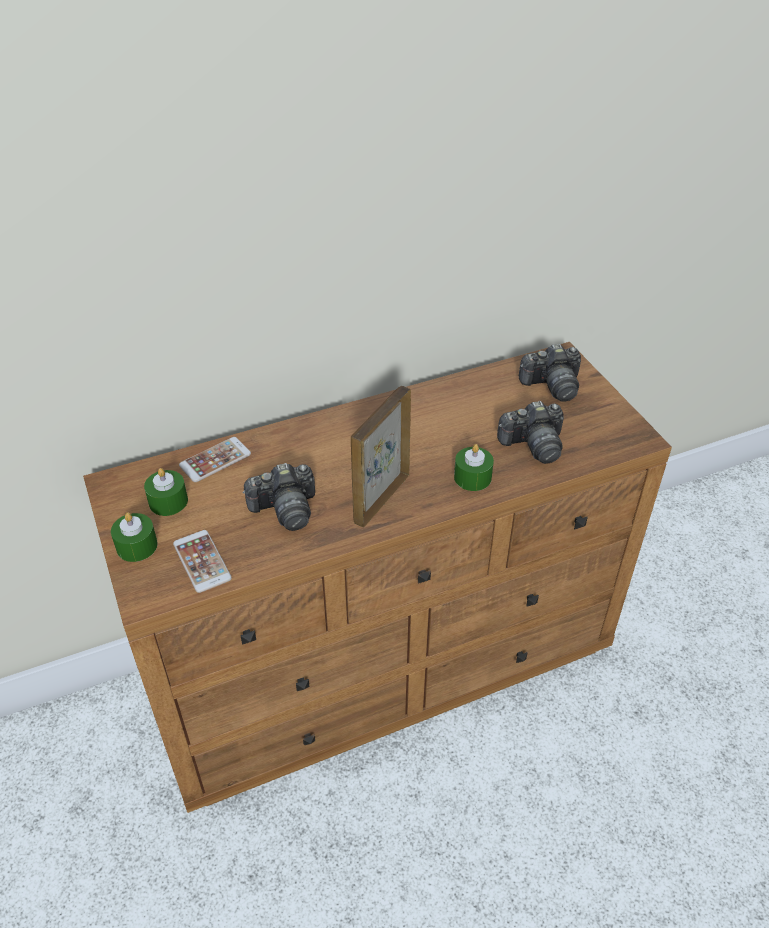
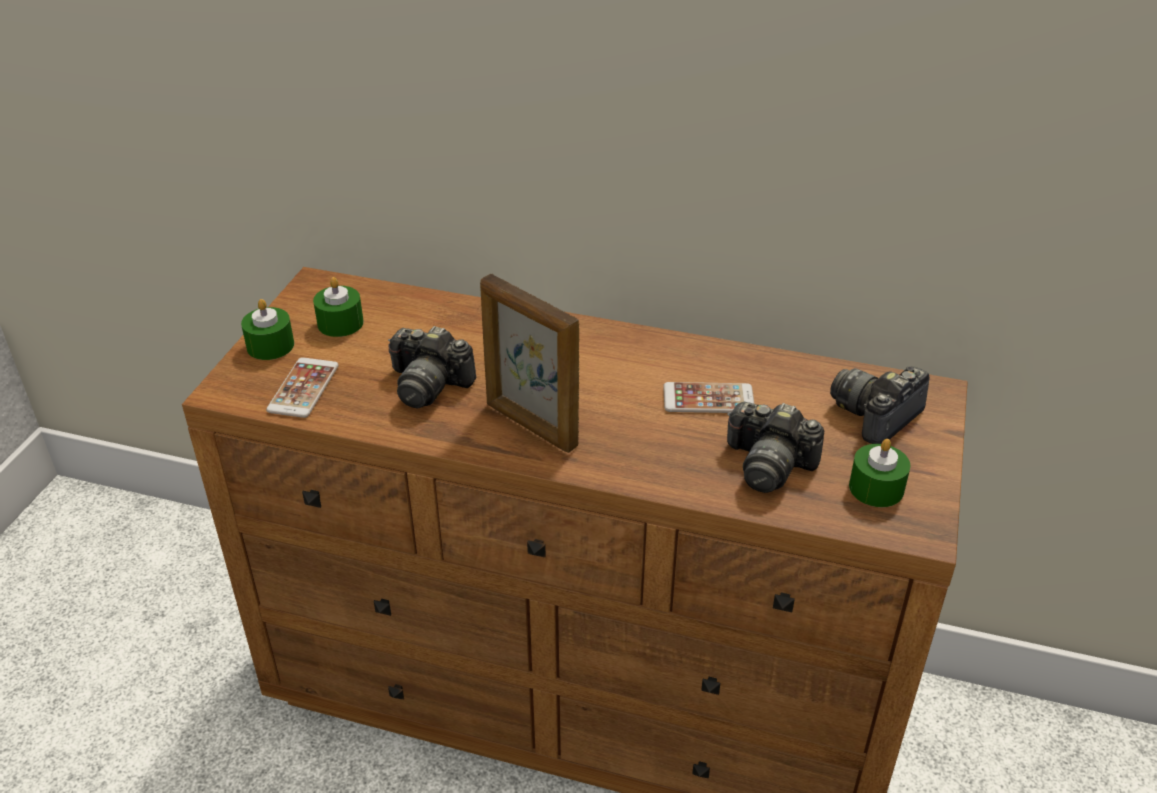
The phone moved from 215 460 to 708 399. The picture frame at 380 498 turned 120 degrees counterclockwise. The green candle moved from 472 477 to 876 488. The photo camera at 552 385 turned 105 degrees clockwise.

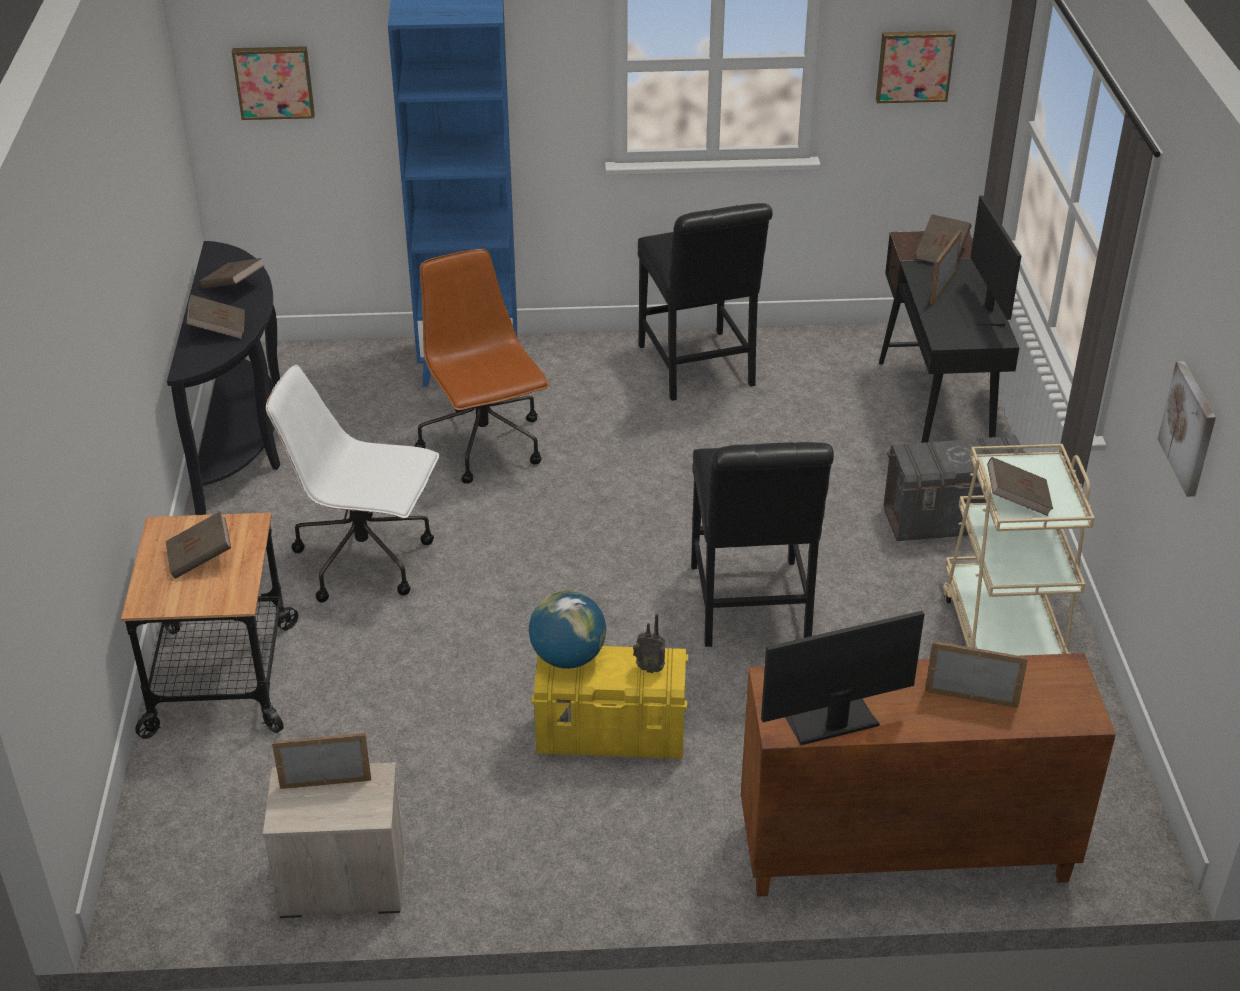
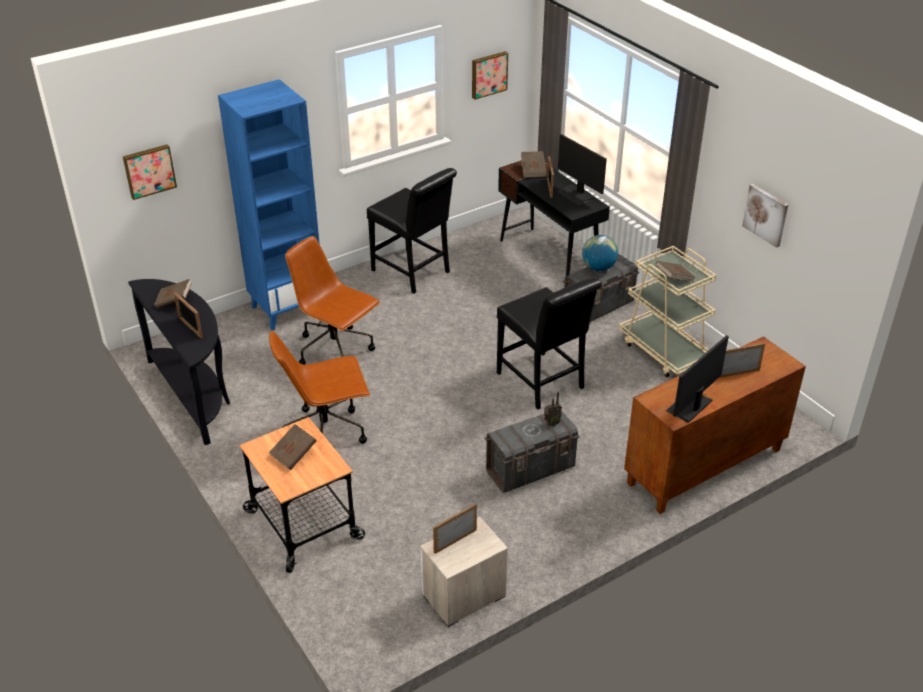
The brown book at 218 329 was replaced by the picture frame at 190 328. The white office chair at 366 560 became the brown office chair at 326 433. The globe moved from 568 657 to 598 267. The yellow storage box at 612 735 became the grey storage box at 531 469.

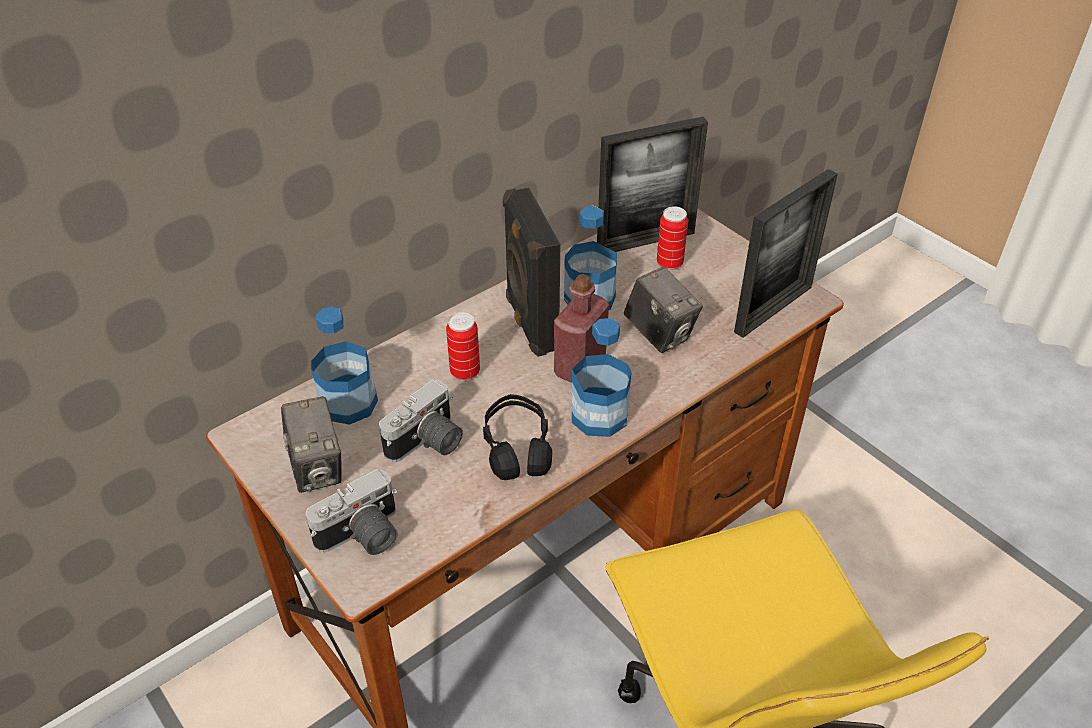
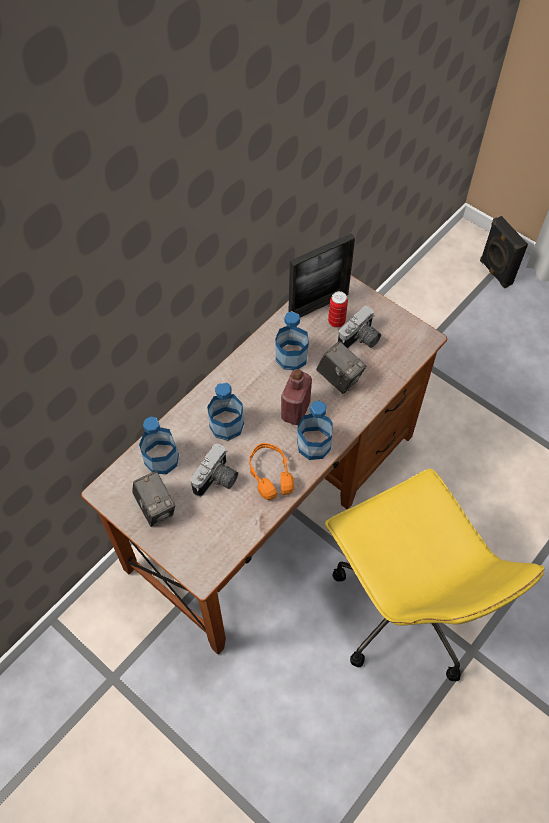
The photo camera moved from 362 537 to 360 340. The can at 465 372 was replaced by the bottle at 226 425. The black headphones at 517 448 became the orange headphones at 270 475. The black speaker moved from 529 324 to 494 272. The picture frame at 773 309 disappeared.

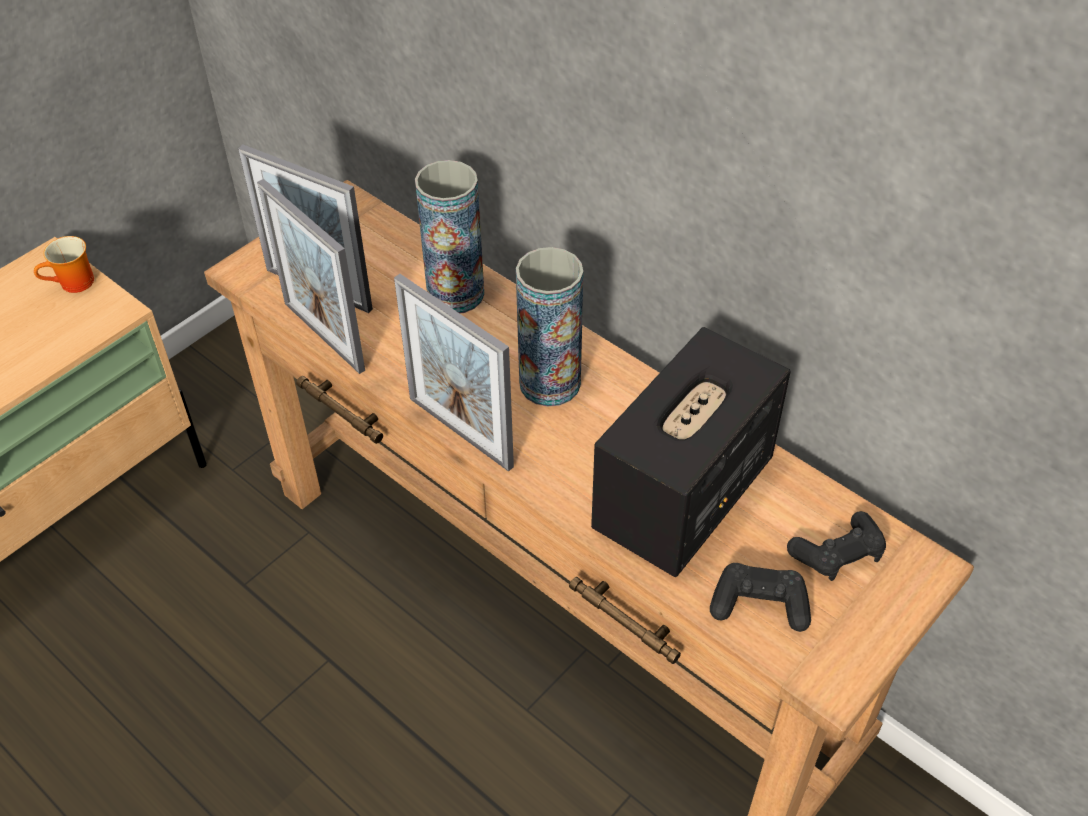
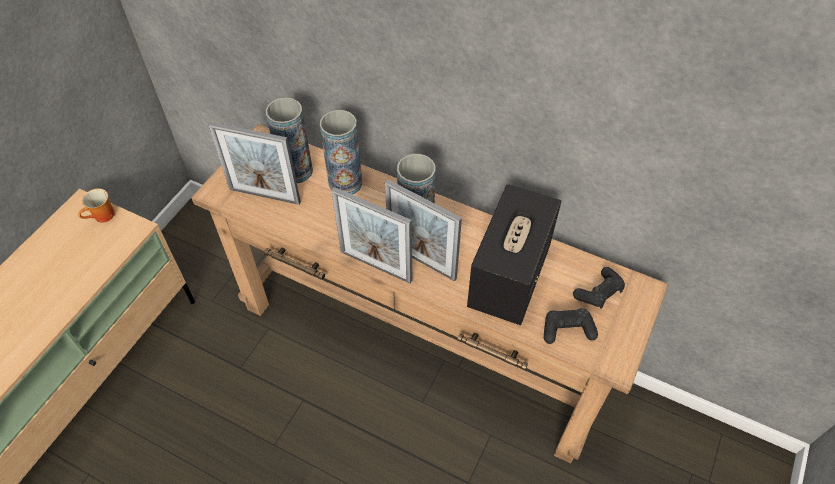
The picture frame moved from 324 336 to 421 261. The vase at 296 171 appeared.

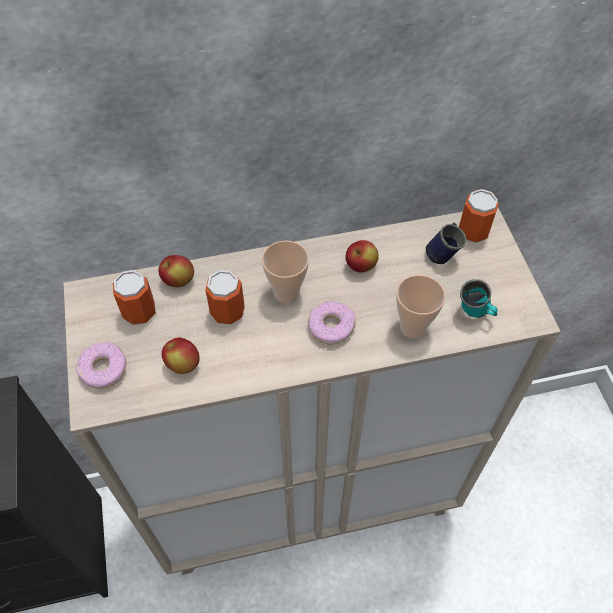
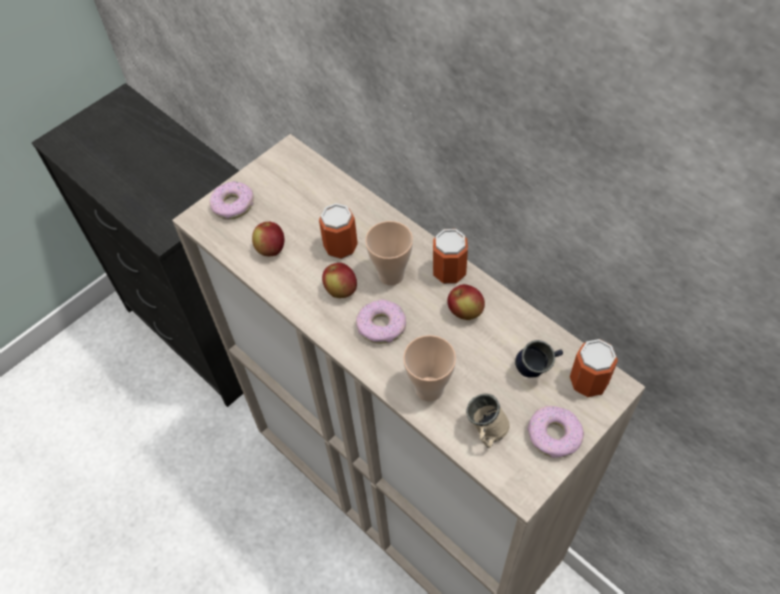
The can moved from 139 312 to 449 272. The apple moved from 179 281 to 341 290. The turquoise mug at 475 314 became the beige mug at 486 433. The donut at 554 436 appeared.

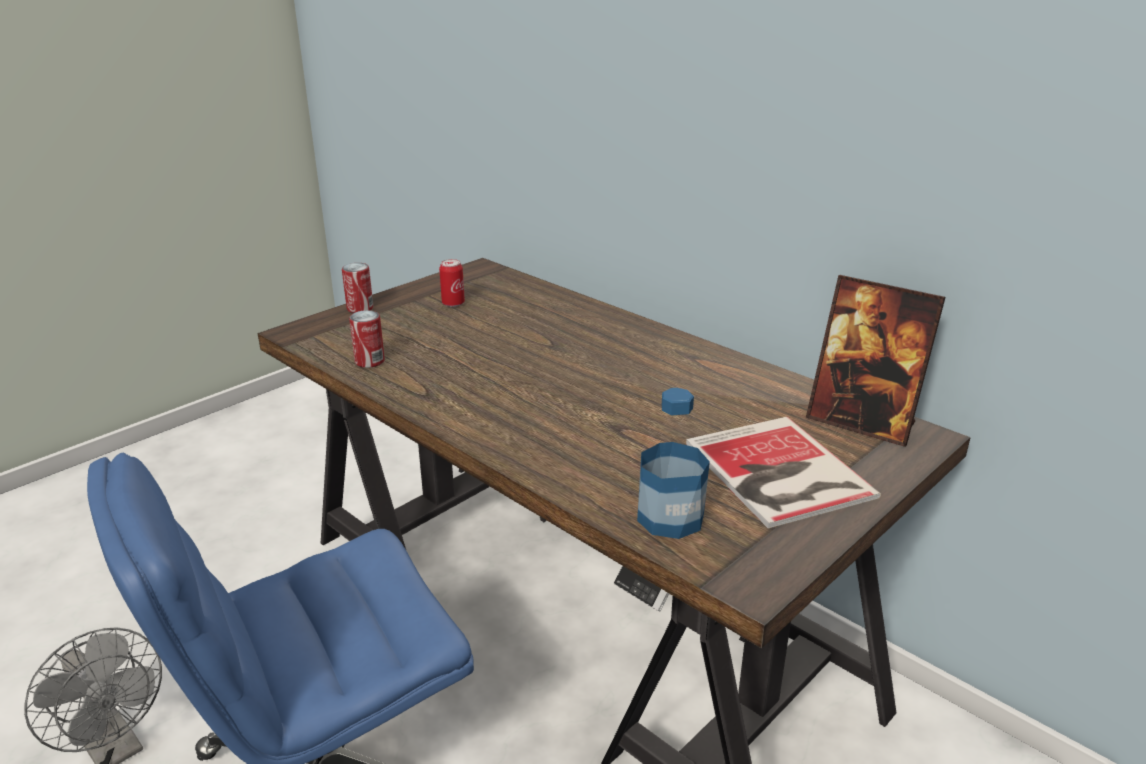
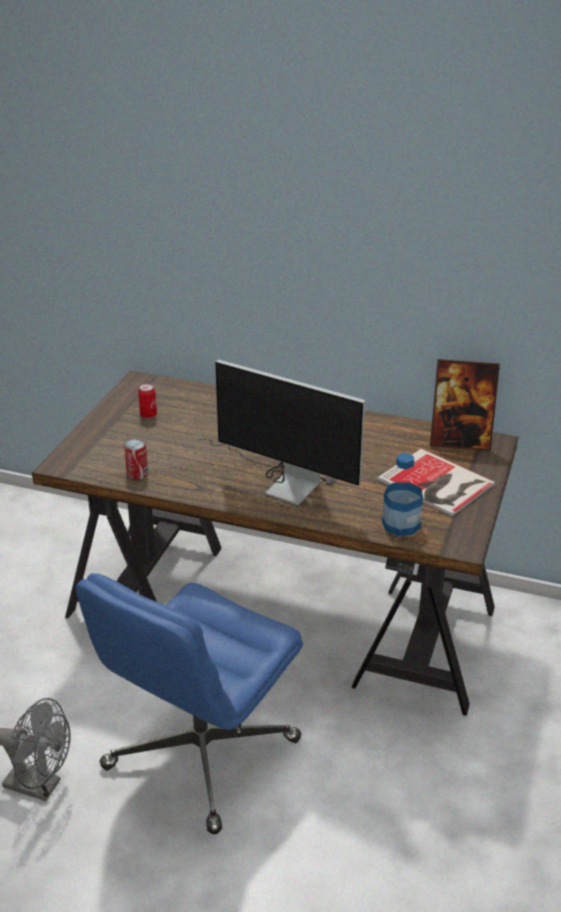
The can at 360 308 disappeared. The monitor at 281 481 appeared.

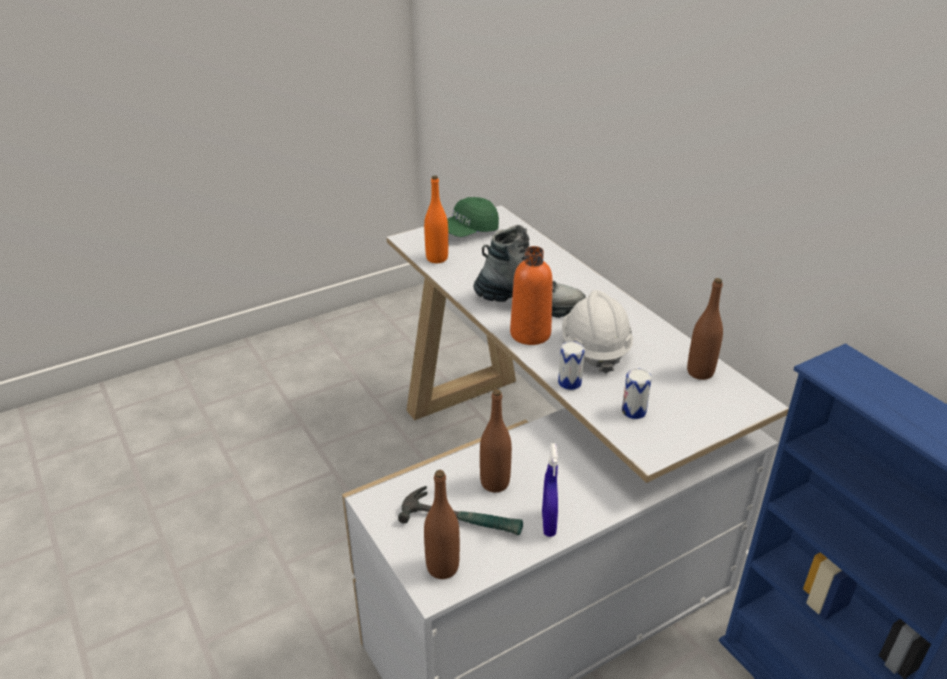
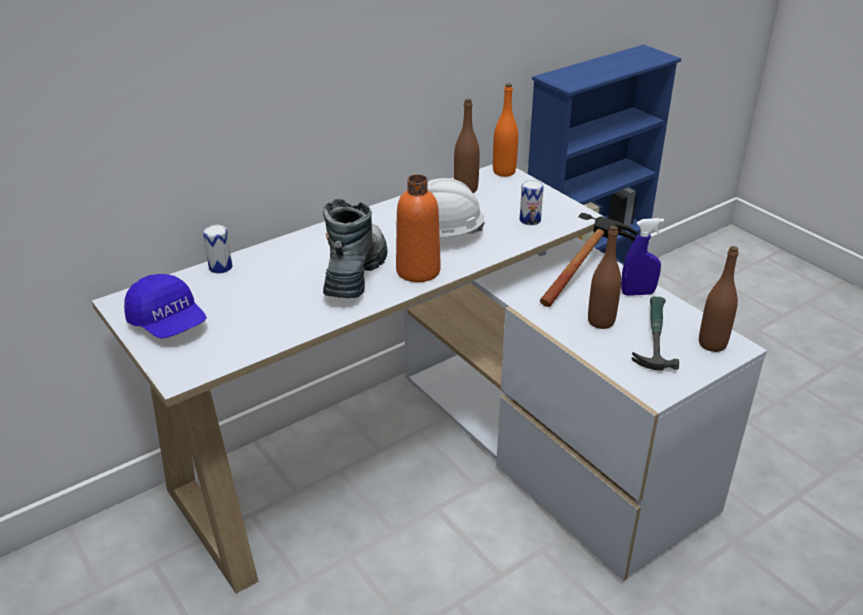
The orange bottle moved from 437 258 to 504 172. The green cap at 468 231 became the blue cap at 168 323. The can moved from 569 383 to 220 267. The hammer at 583 271 appeared.

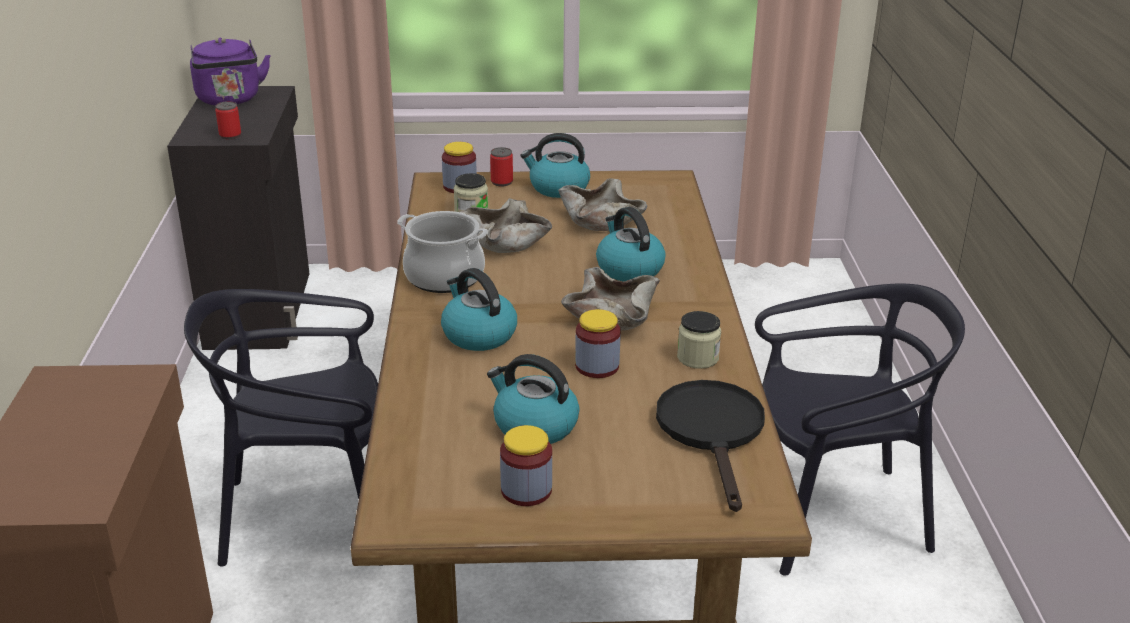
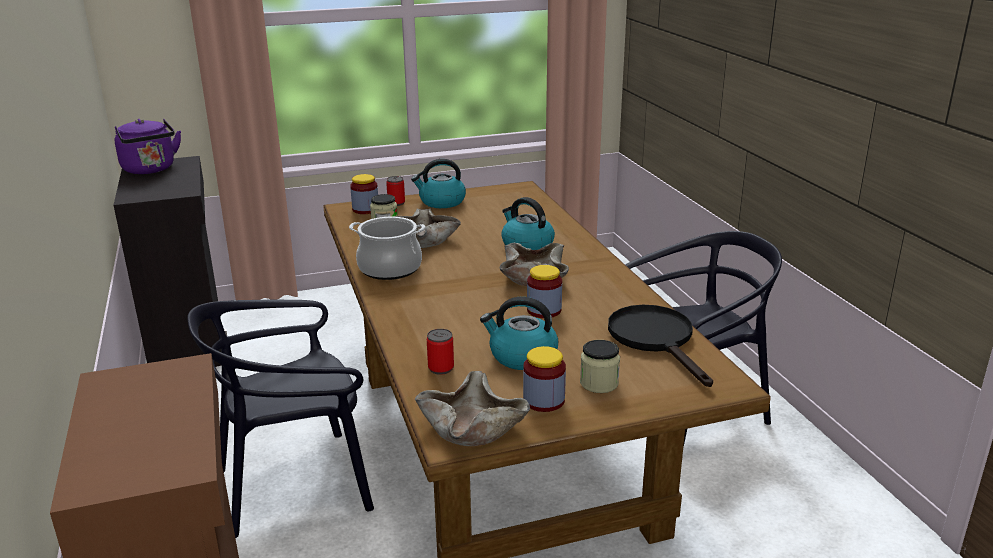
The can moved from 230 135 to 441 368. The kettle at 478 334 disappeared. The beige bowl moved from 601 220 to 473 427. The jar moved from 697 358 to 599 383.

